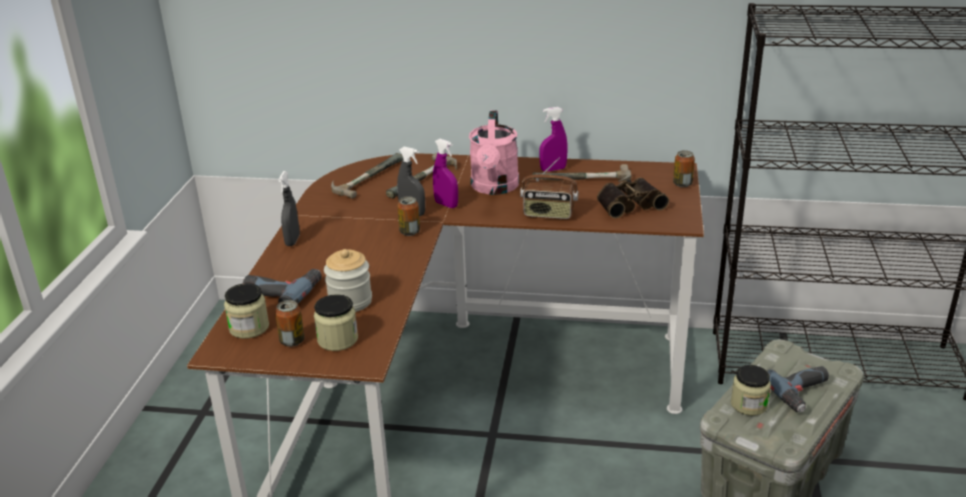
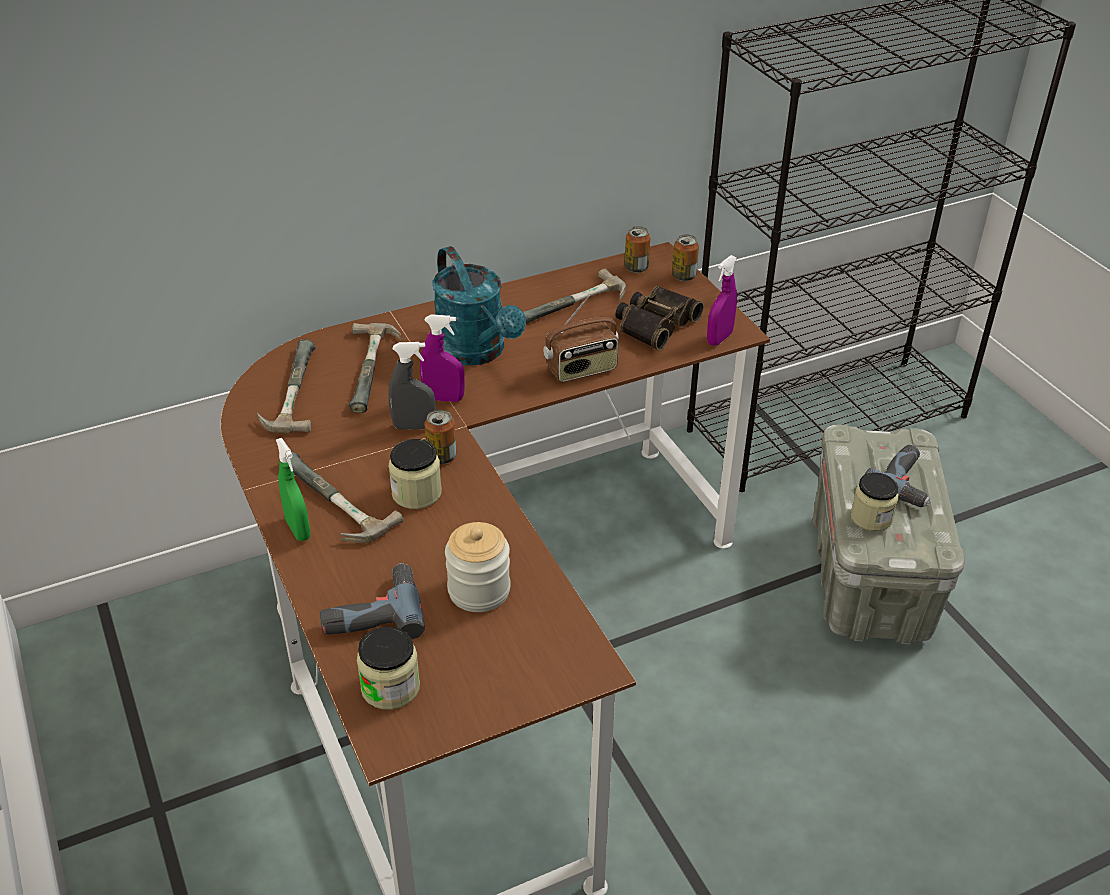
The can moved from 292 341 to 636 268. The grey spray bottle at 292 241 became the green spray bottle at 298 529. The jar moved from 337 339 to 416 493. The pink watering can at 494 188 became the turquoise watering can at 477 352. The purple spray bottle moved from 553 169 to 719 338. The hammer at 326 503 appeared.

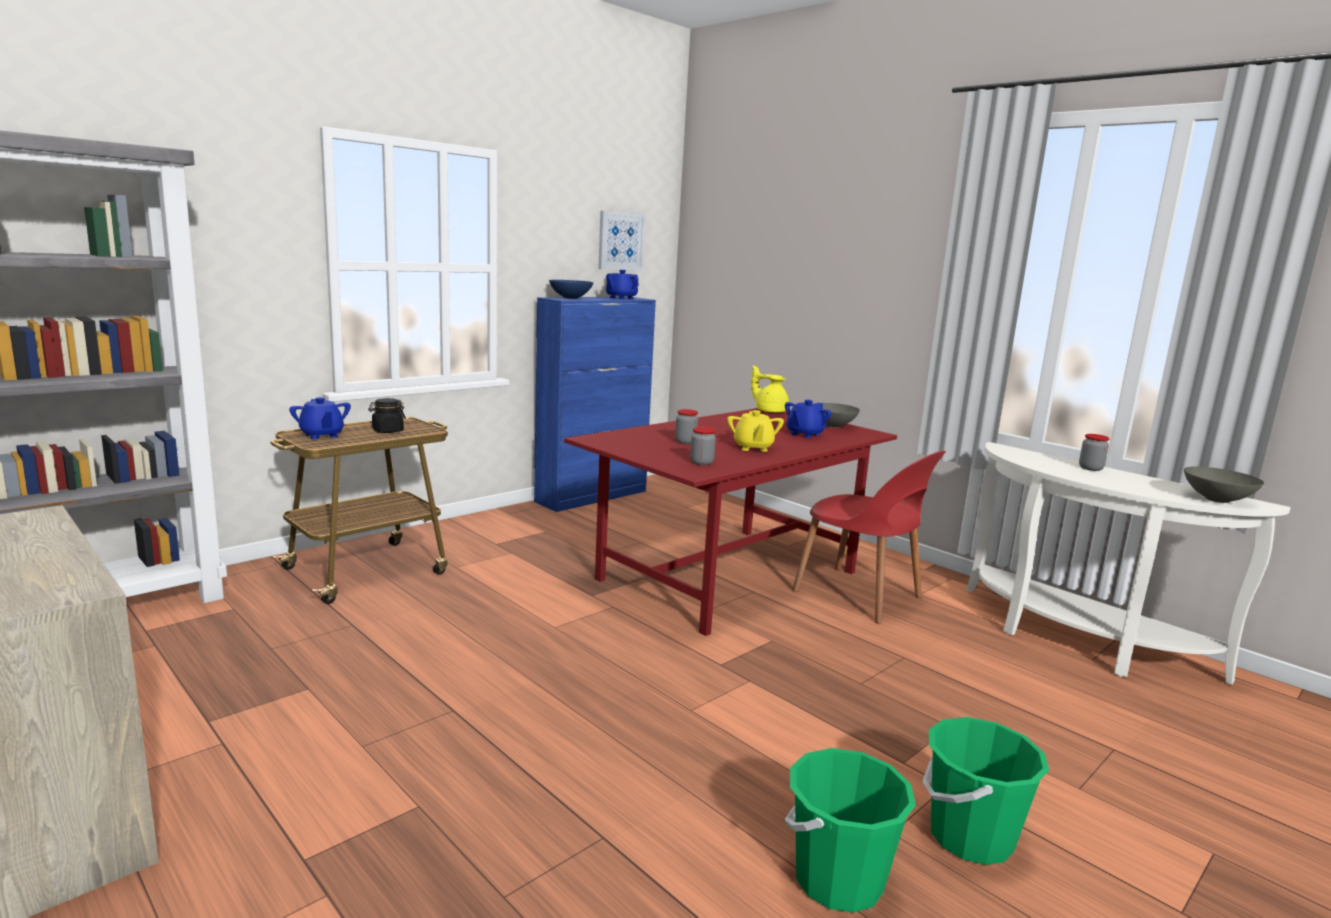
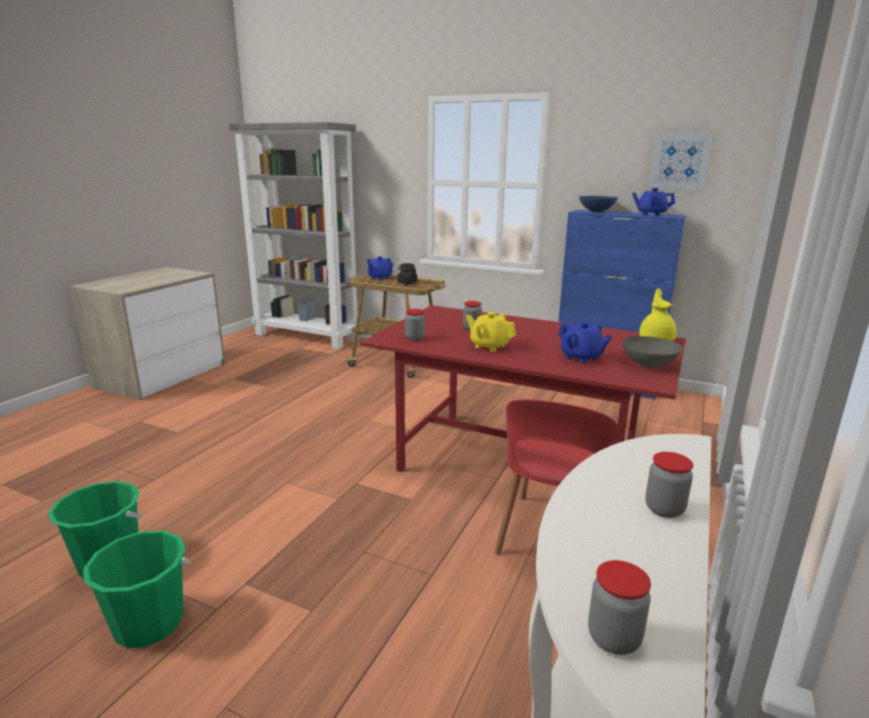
The yellow teapot at 753 448 turned 60 degrees clockwise. The blue teapot at 804 434 turned 150 degrees counterclockwise. The grey bowl at 1218 499 was replaced by the jar at 614 638.

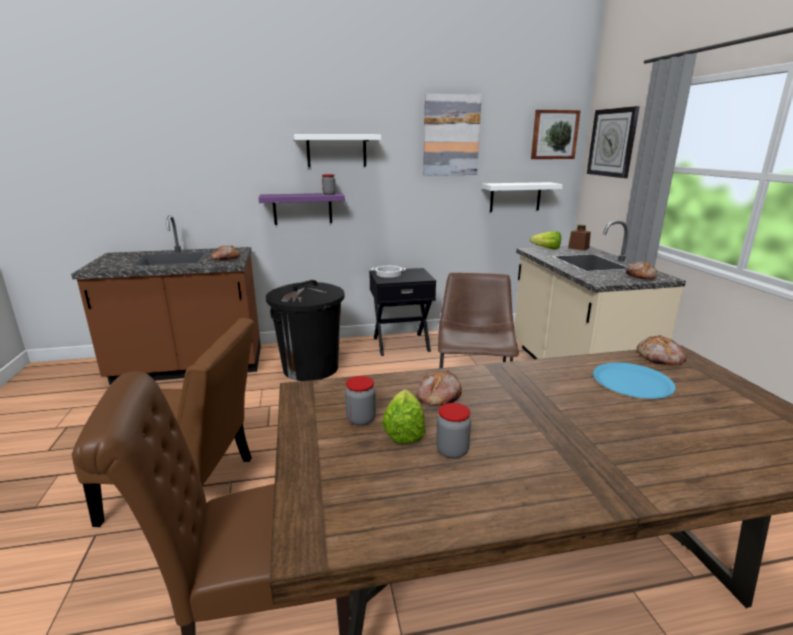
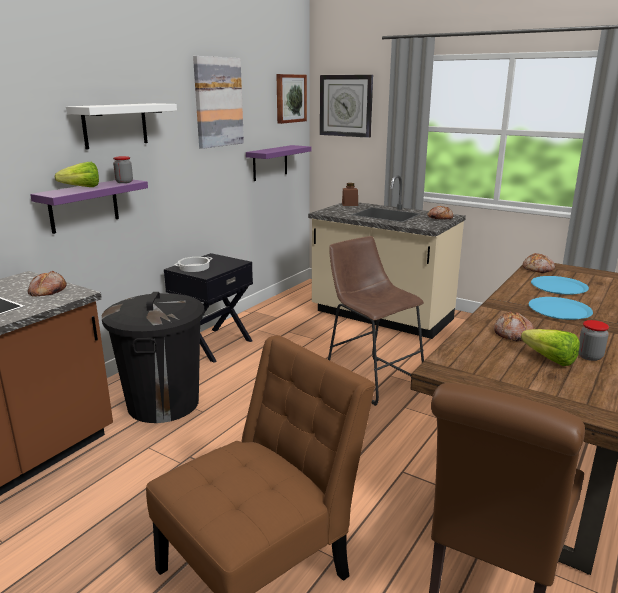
The jar at 361 419 disappeared. The white shelf at 515 197 became the purple shelf at 270 163. The lettuce moved from 544 248 to 78 188. The blue plate at 559 310 appeared.

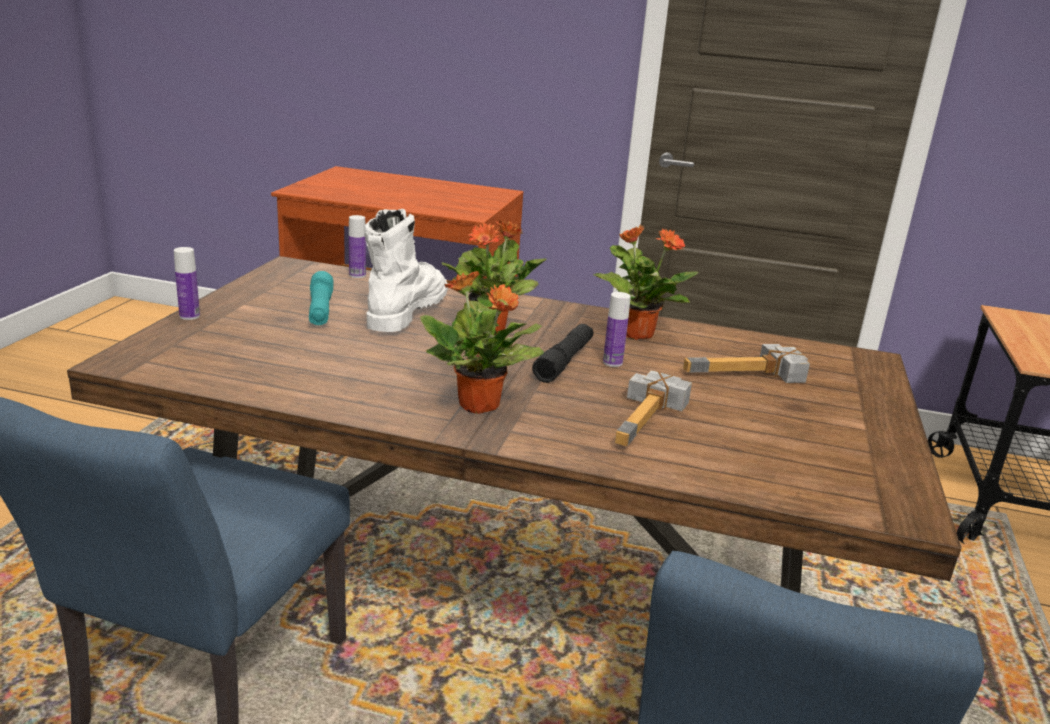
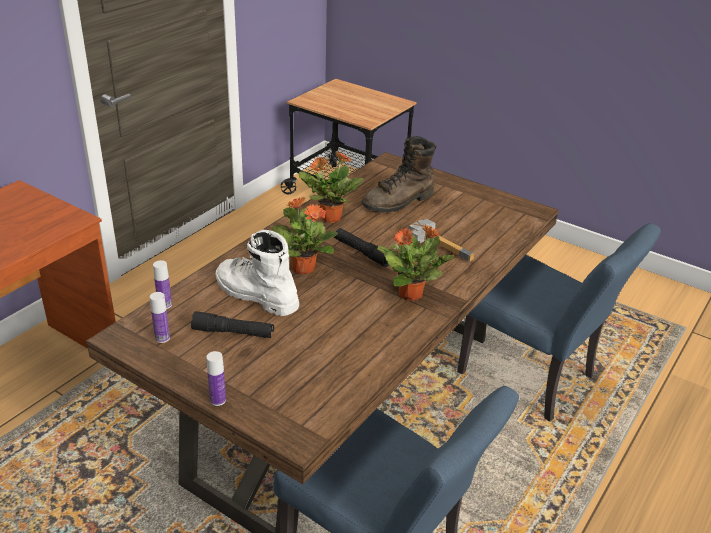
The turquoise flashlight at 320 309 became the black flashlight at 233 332. The bottle moved from 612 362 to 162 338. The hammer at 749 376 was replaced by the brown boot at 399 201.

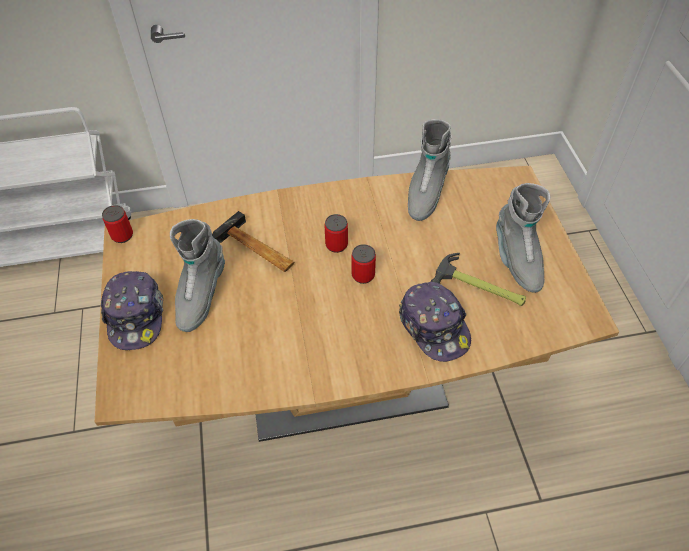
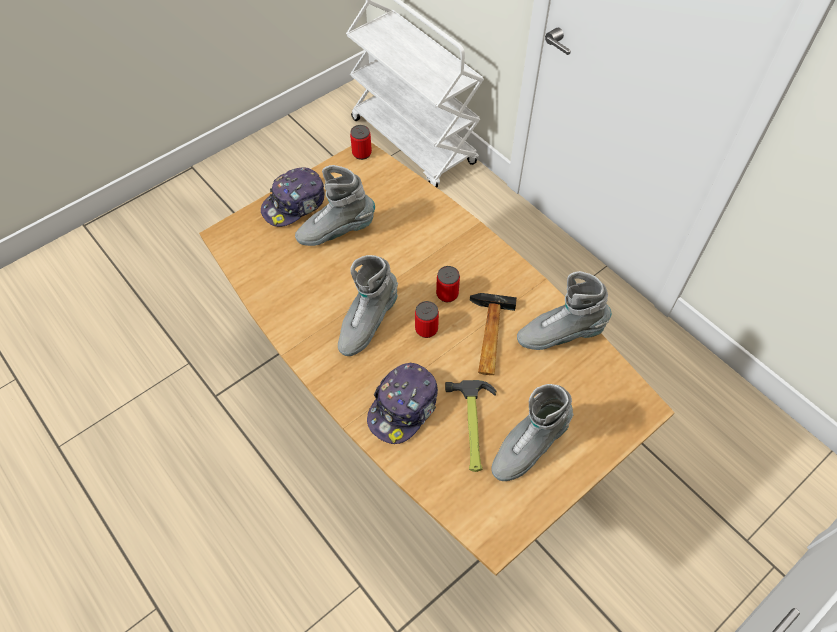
The hammer moved from 255 251 to 488 337. The grey boot at 367 323 appeared.

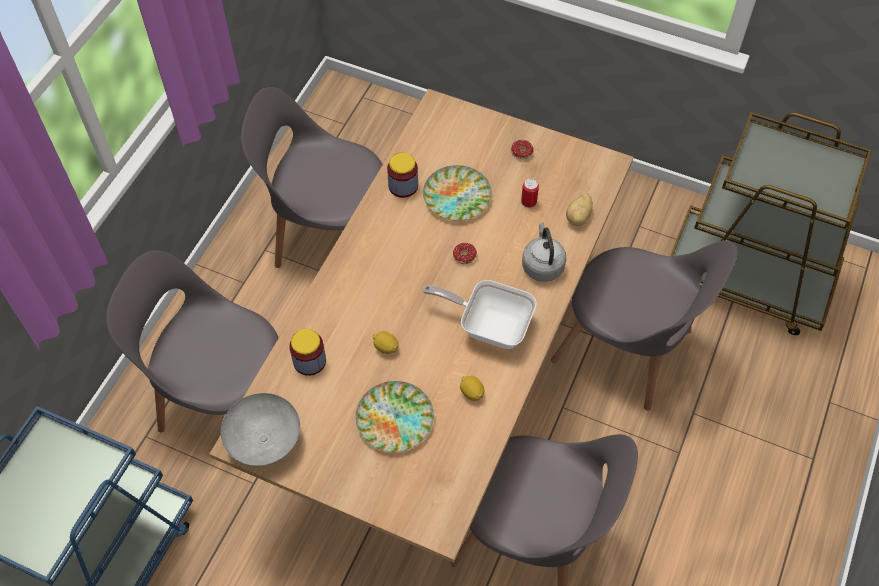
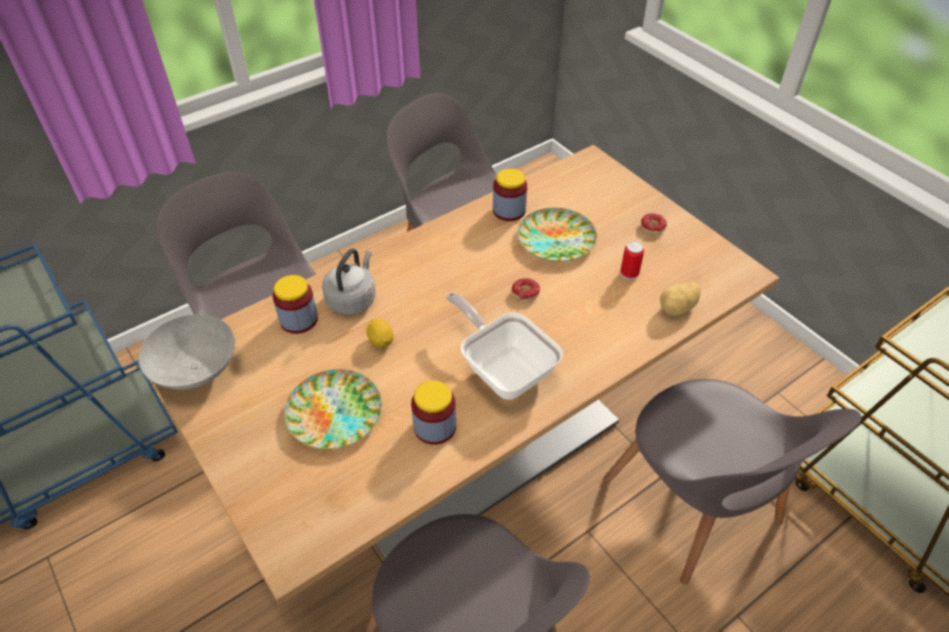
The lemon at 471 393 was replaced by the jar at 435 427. The grey kettle moved from 542 265 to 352 299.

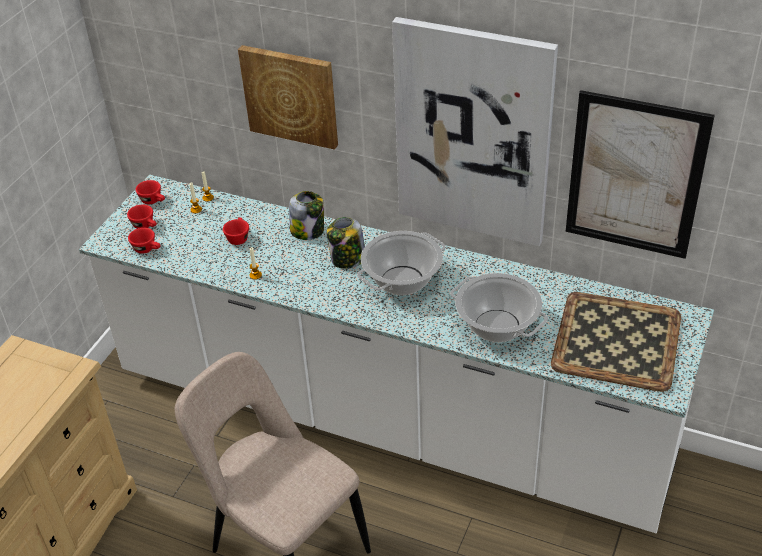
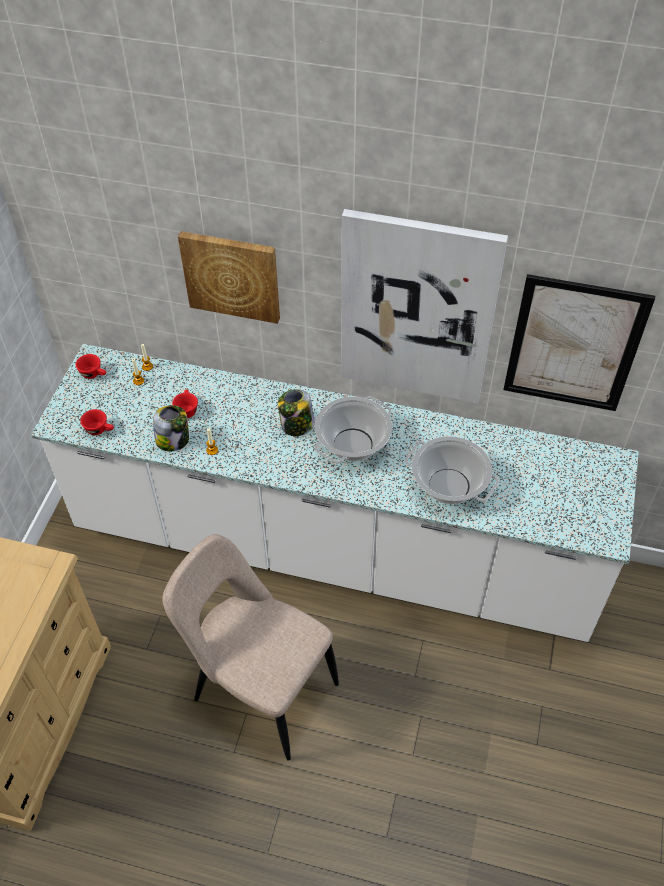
The red cup at 146 226 disappeared. The jar moved from 308 231 to 173 440. The tray at 618 340 disappeared.

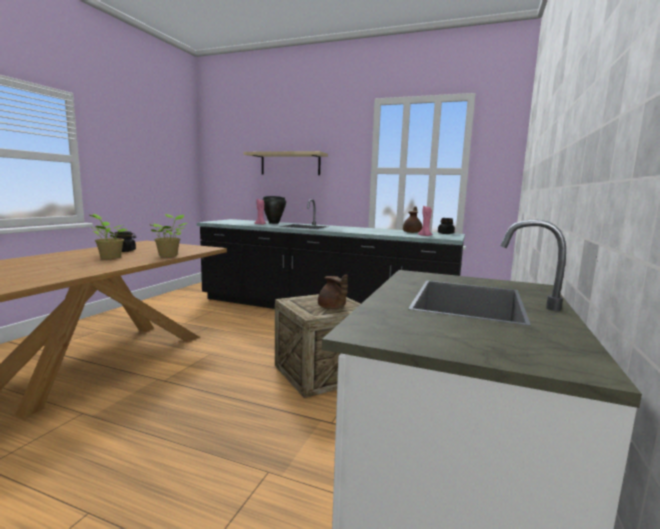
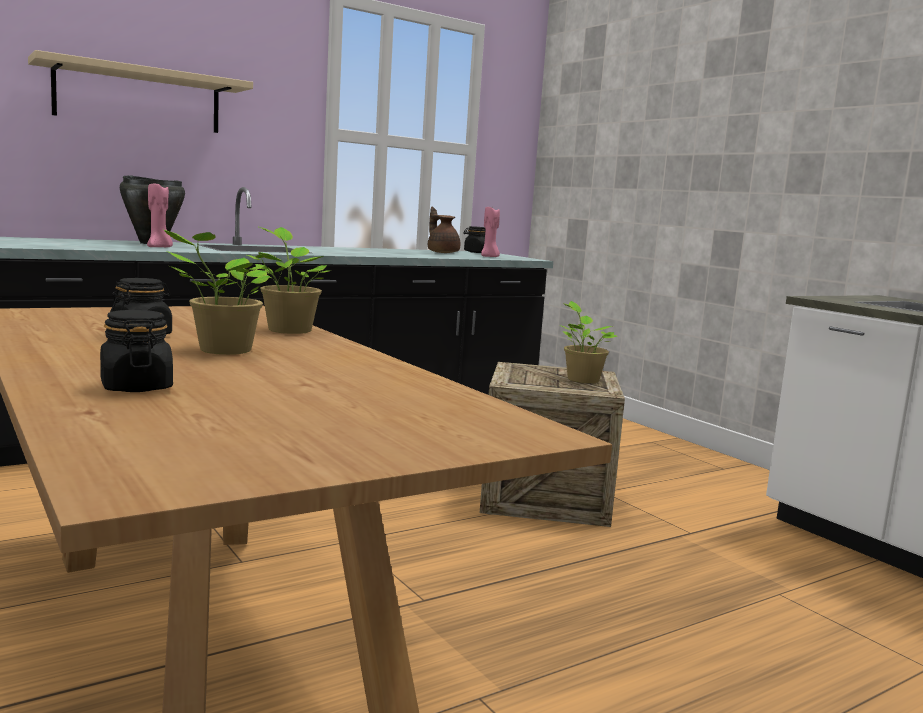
The brown teapot at 332 308 was replaced by the potted plant at 581 379. The black jar at 136 387 appeared.

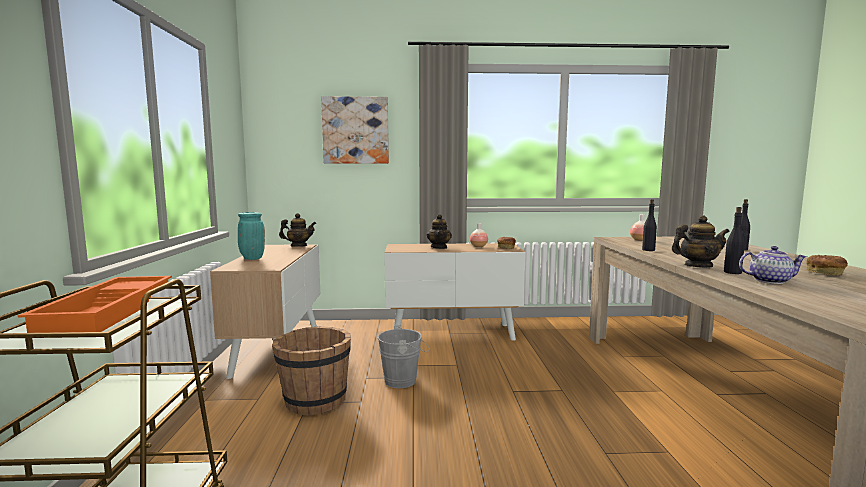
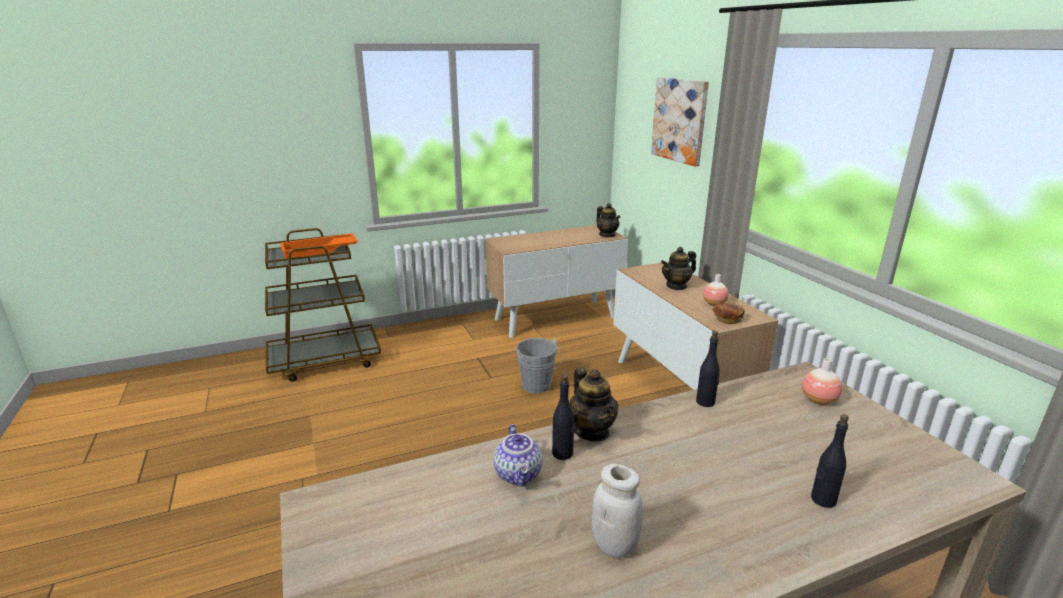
The turquoise vase at 251 258 disappeared. The brown bucket at 315 401 disappeared. The bread at 825 273 was replaced by the white jar at 615 545.

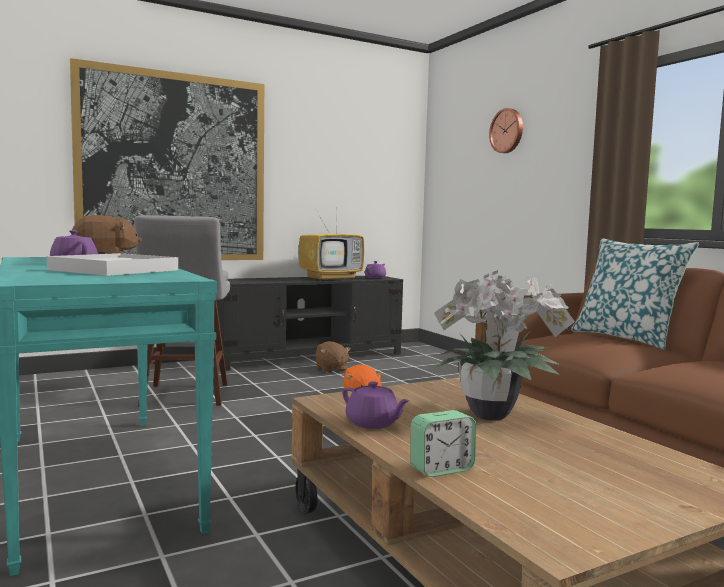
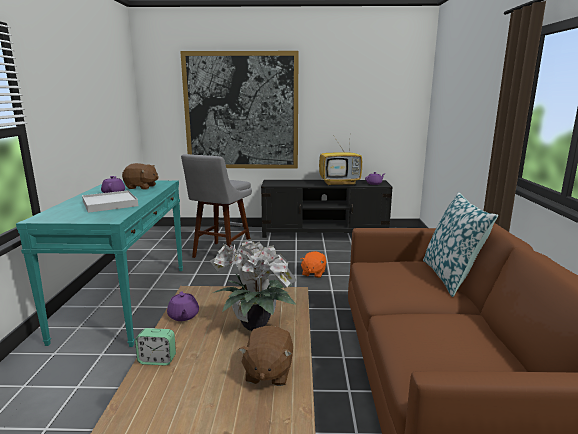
The brown plush toy moved from 331 369 to 268 372. The wall clock at 507 131 disappeared.

